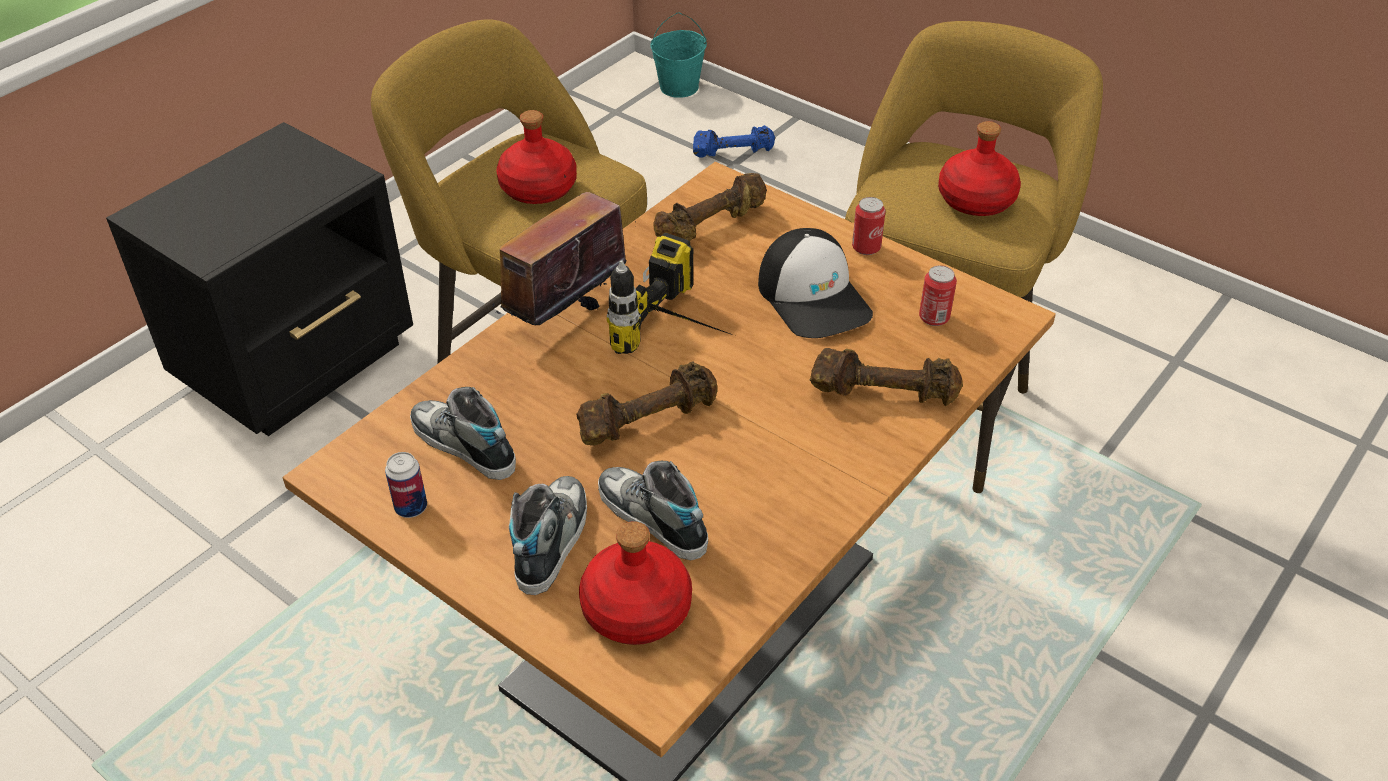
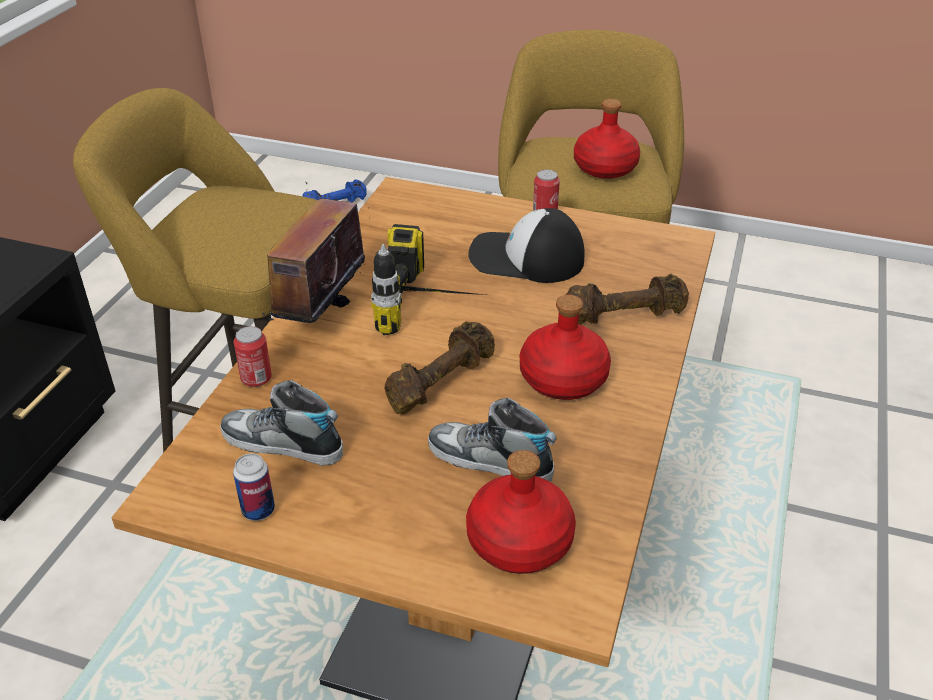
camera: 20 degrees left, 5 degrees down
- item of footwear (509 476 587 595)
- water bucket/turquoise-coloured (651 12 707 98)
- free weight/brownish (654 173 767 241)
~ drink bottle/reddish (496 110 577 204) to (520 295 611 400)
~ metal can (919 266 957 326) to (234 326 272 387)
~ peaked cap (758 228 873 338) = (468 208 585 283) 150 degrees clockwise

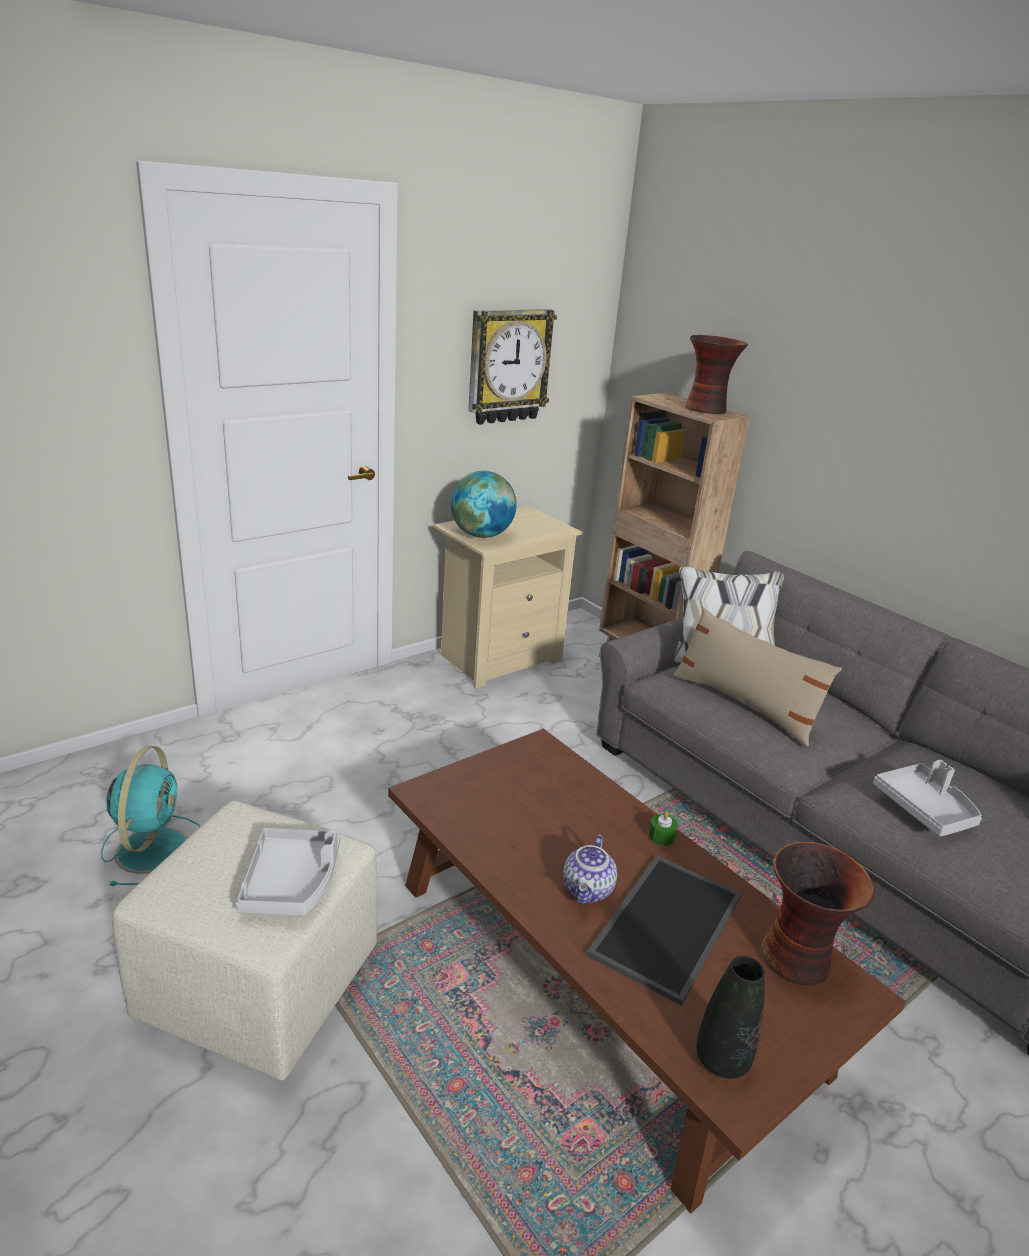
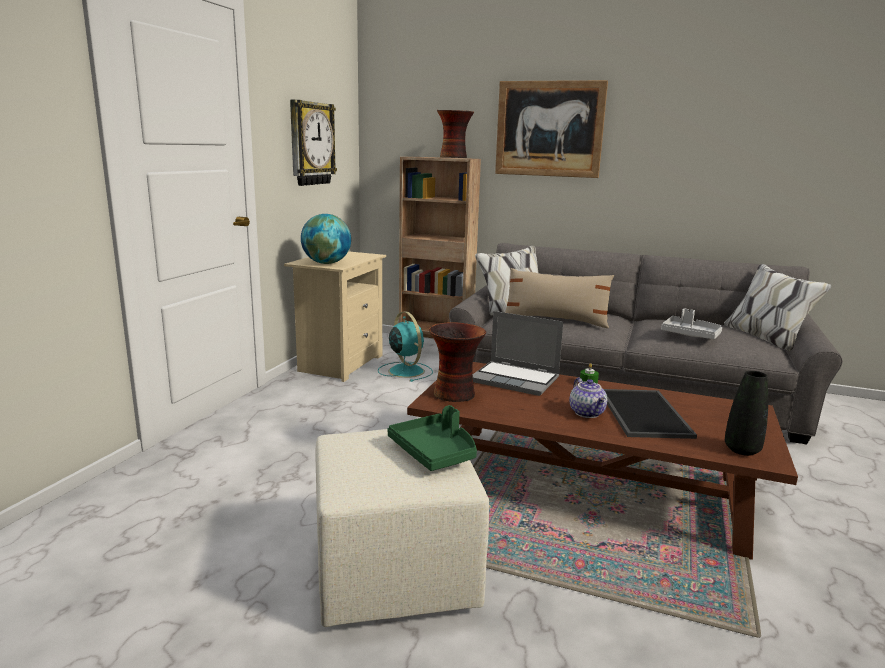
camera: 30 degrees left, 10 degrees down
+ notebook computer (473 311 564 396)
+ picture (495 80 608 178)
~ cooling fan/turquoise-coloured (101 746 201 886) to (378 312 433 382)
~ decorative vase (760 842 875 986) to (429 322 486 402)
~ tray/gray (236 828 341 915) to tray/green (388 405 477 471)

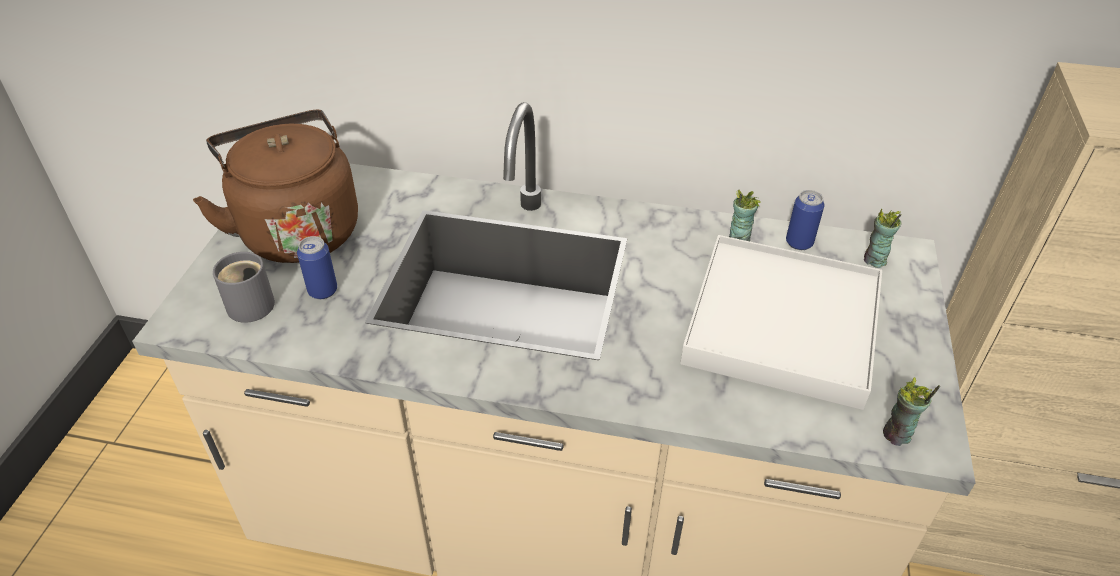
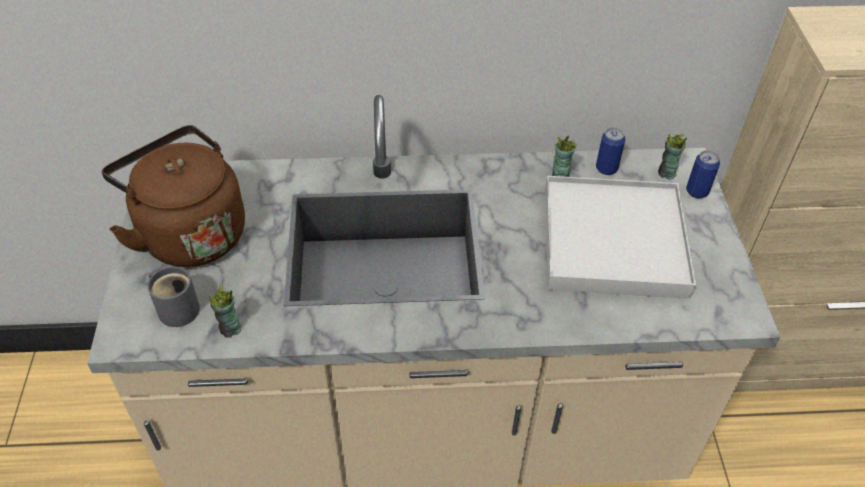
camera: 15 degrees left, 5 degrees up
~ metal can (297 236 337 299) to (686 150 720 199)
~ cup (883 377 940 446) to (208 286 241 338)

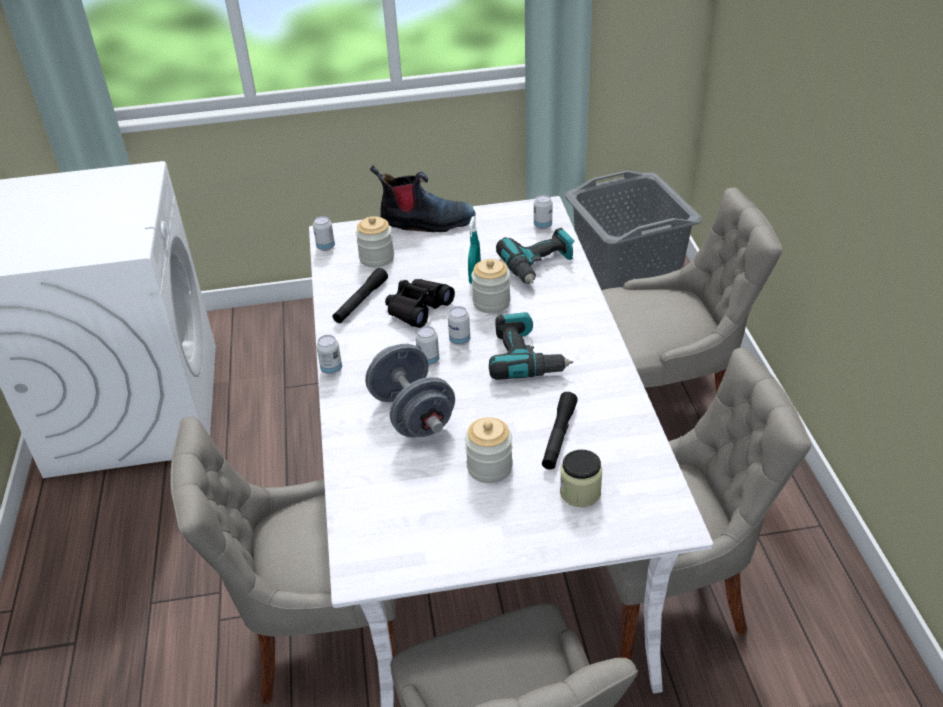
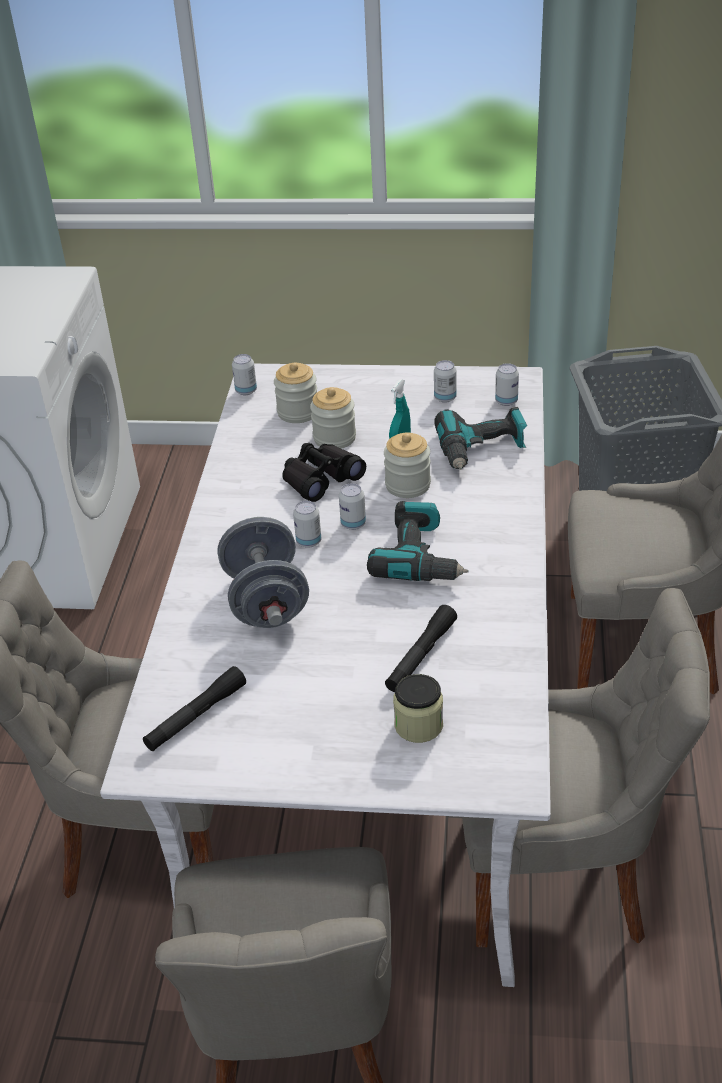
camera: 15 degrees right, 0 degrees up
- boot (370 165 476 232)
~ metal can (316 335 342 375) to (434 360 456 403)
~ flashlight/blackish (333 268 388 323) to (143 666 246 751)
~ jar (465 417 513 483) to (310 387 356 449)

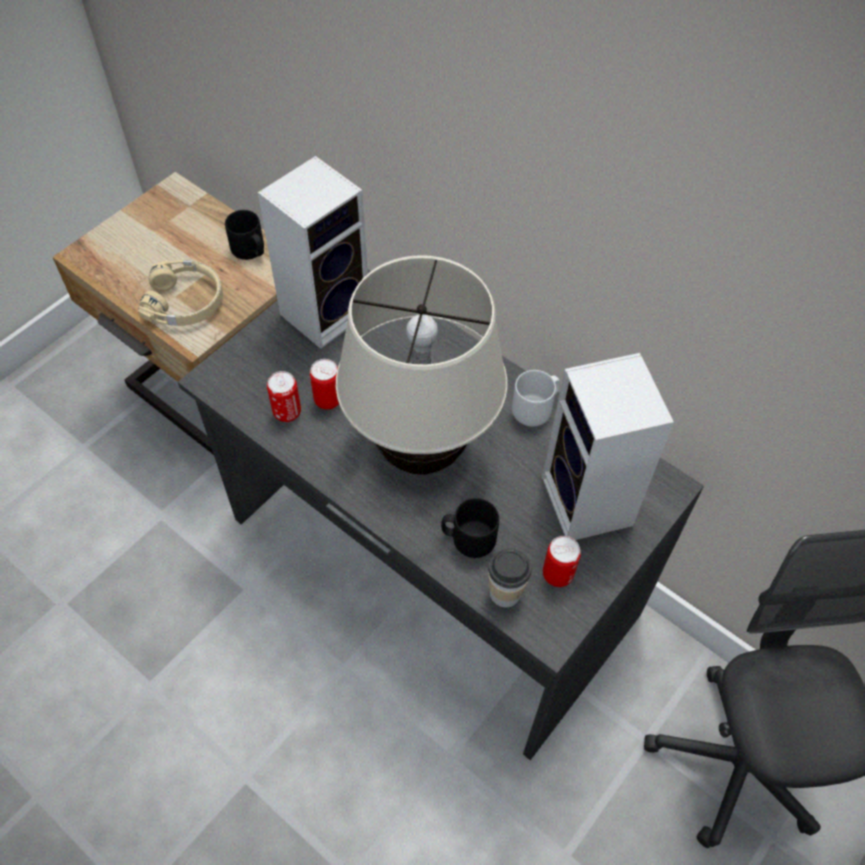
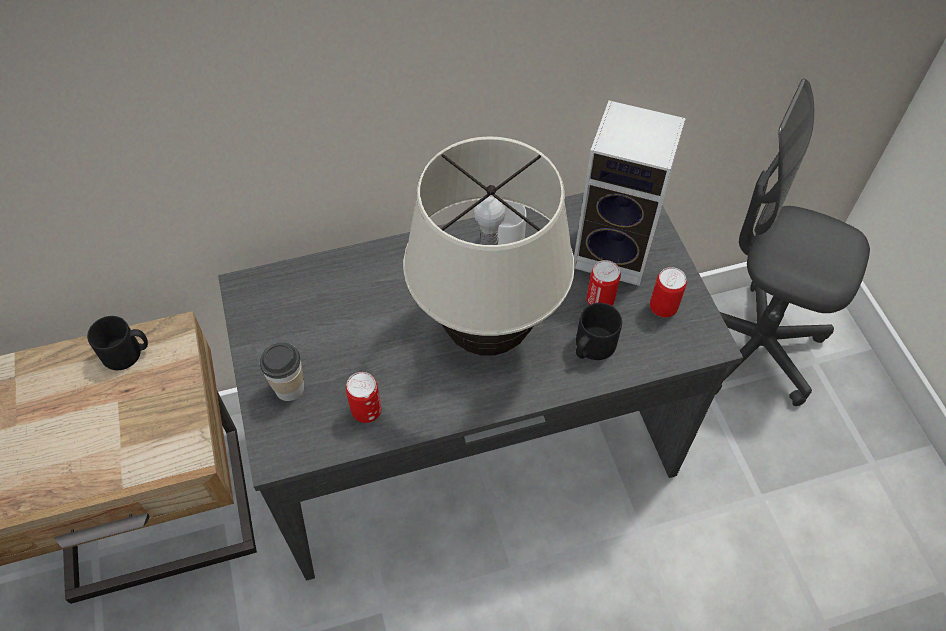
camera: 55 degrees left, 0 degrees up
- headphones/sand-coloured (138 260 223 326)
- audio speaker (258 156 368 349)
~ metal can (310 359 339 409) to (587 260 621 306)
~ cup (488 549 531 607) to (260 342 304 401)

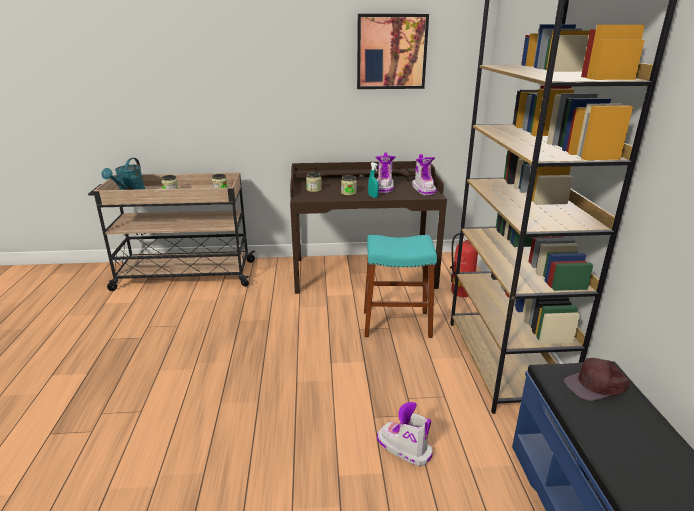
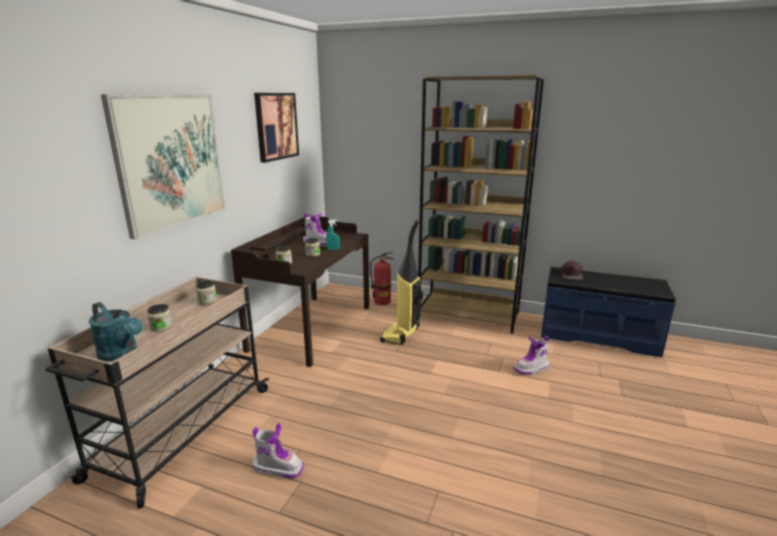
camera: 65 degrees left, 5 degrees down
+ picture (101 95 226 239)
~ boot (412 154 437 195) to (252 423 304 479)
~ stool/turquoise-coloured (364 235 437 338) to hoover (380 220 423 345)

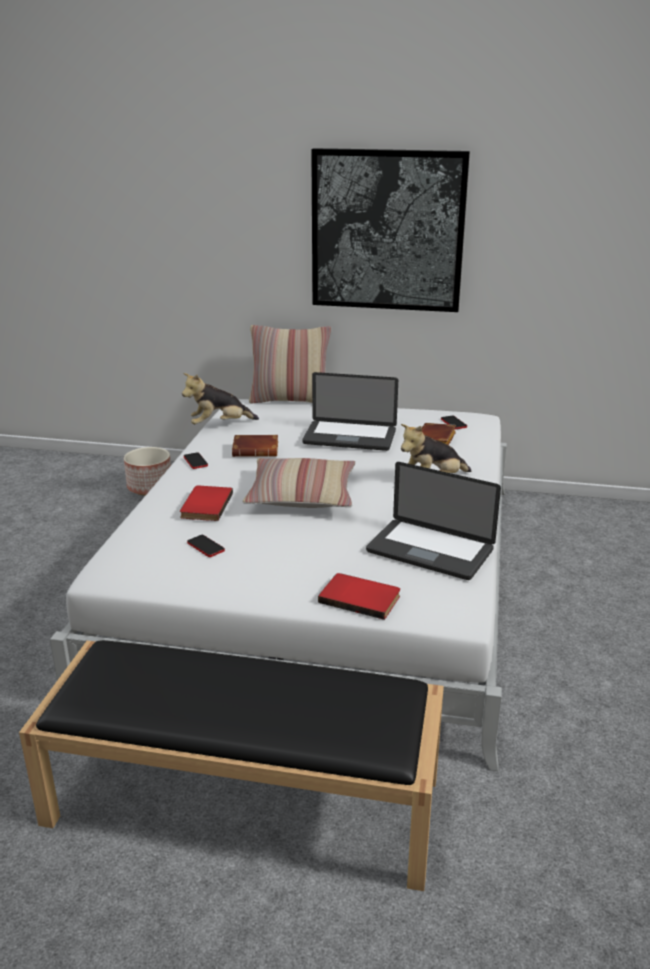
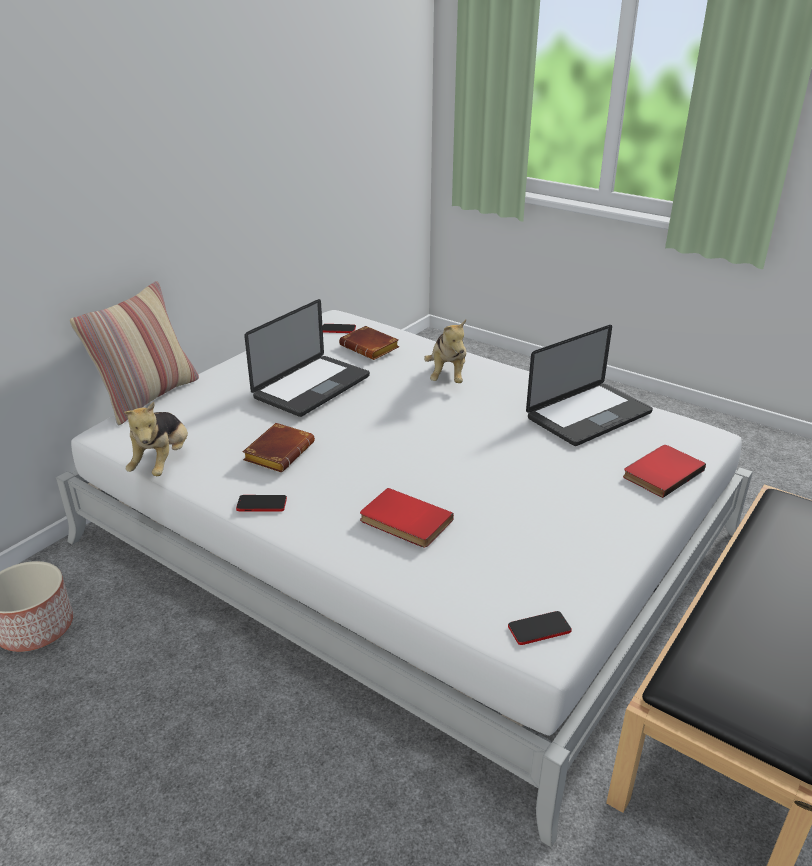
camera: 65 degrees left, 5 degrees up
- cushion (242 458 355 508)
- picture (311 148 470 312)
~ telephone (187 535 225 557) to (508 611 572 645)

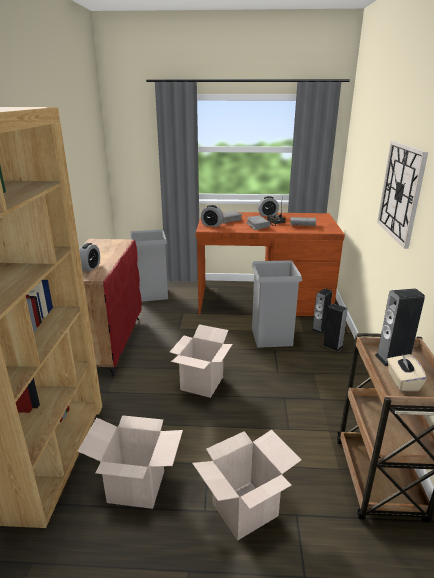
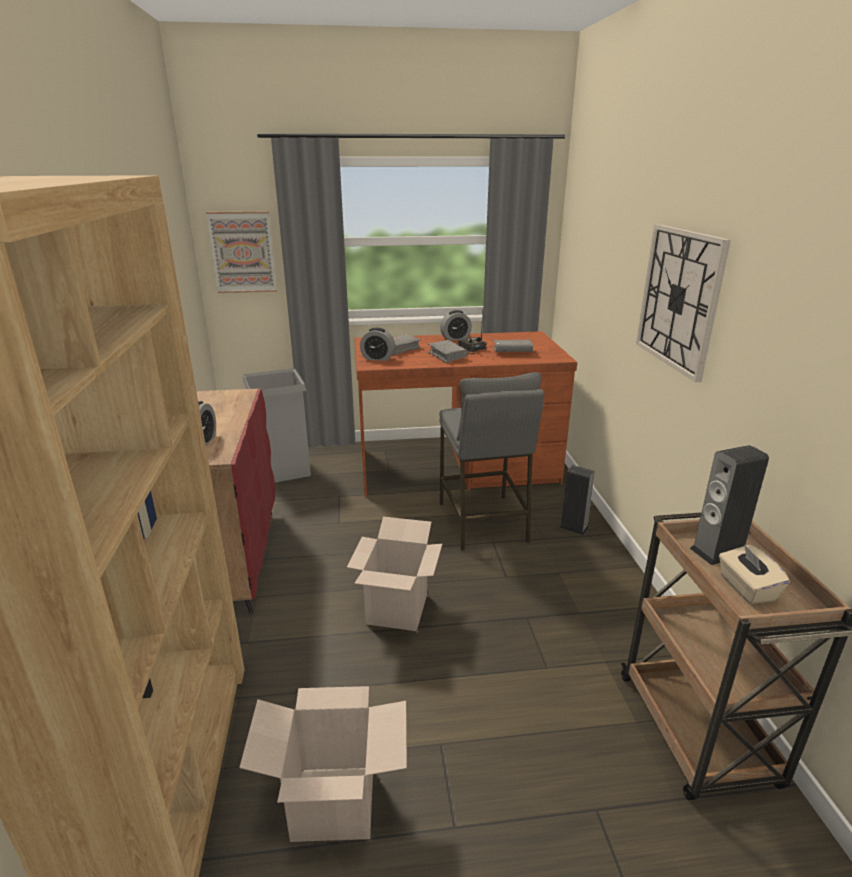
camera: 10 degrees left, 0 degrees up
- packing box (192 429 301 541)
- audio speaker (312 289 332 334)
+ picture (206 211 277 293)
~ rubbish bin/gray (252 260 302 348) to stool/gray (439 372 544 551)

